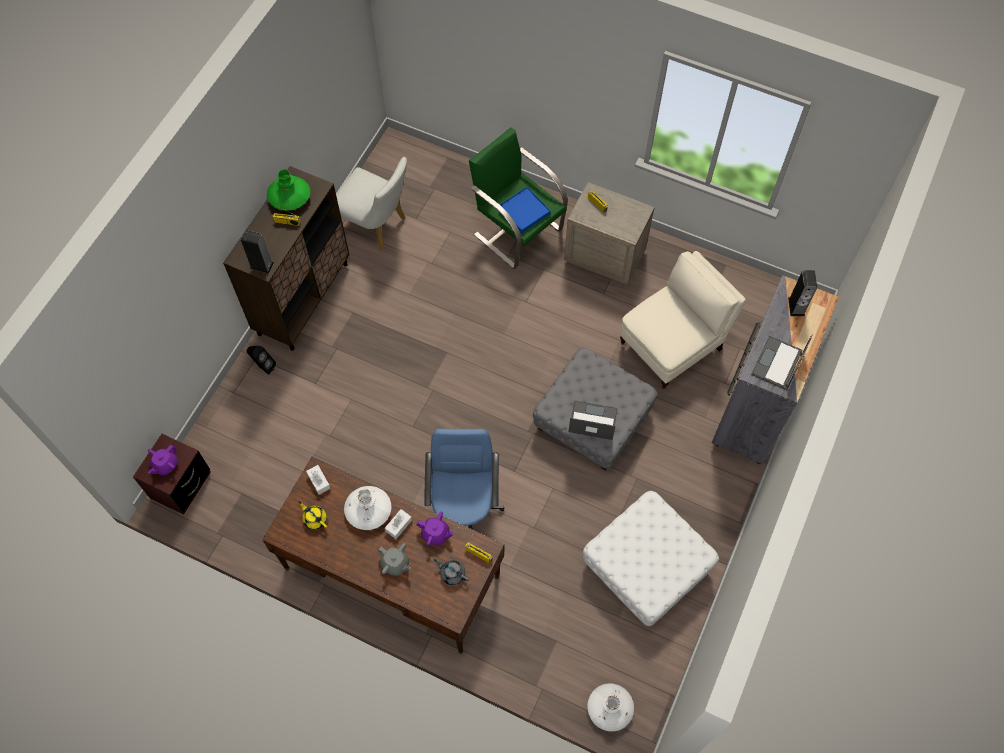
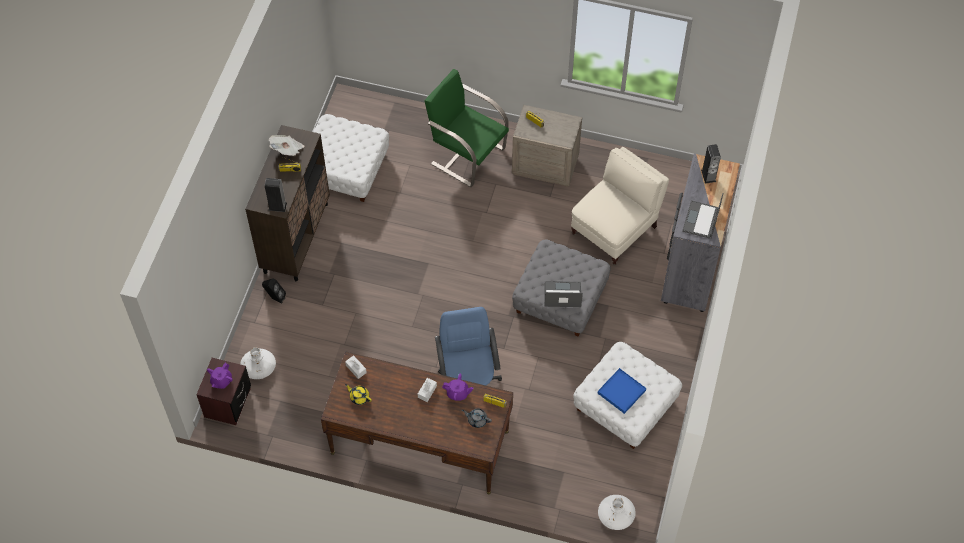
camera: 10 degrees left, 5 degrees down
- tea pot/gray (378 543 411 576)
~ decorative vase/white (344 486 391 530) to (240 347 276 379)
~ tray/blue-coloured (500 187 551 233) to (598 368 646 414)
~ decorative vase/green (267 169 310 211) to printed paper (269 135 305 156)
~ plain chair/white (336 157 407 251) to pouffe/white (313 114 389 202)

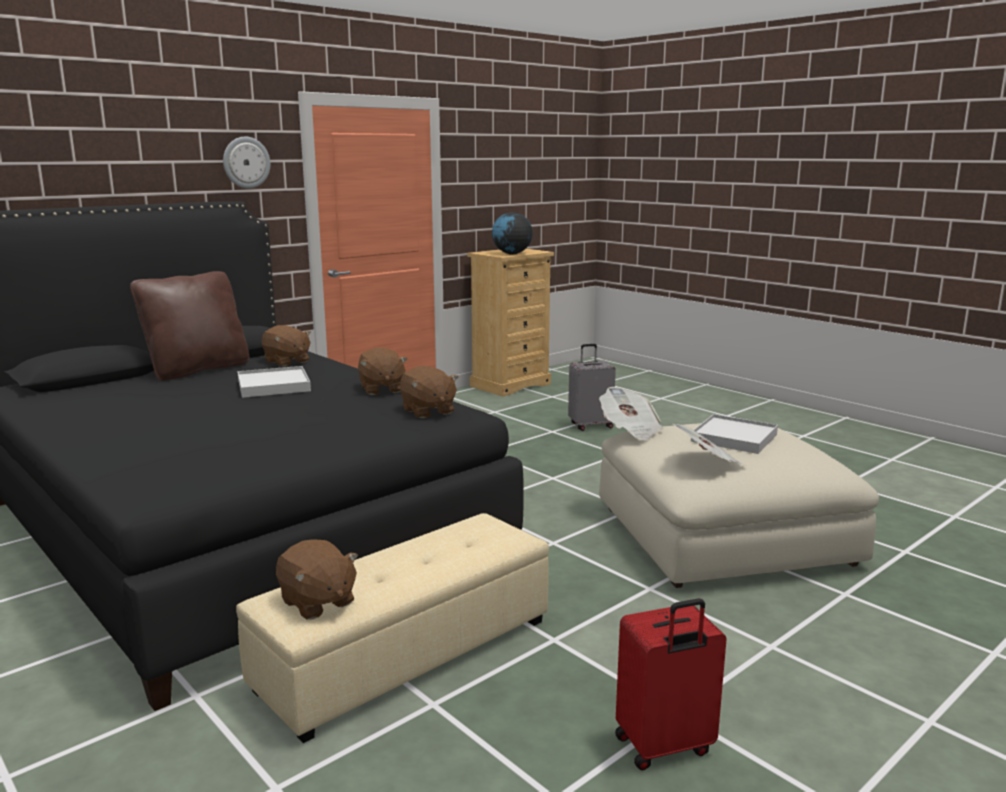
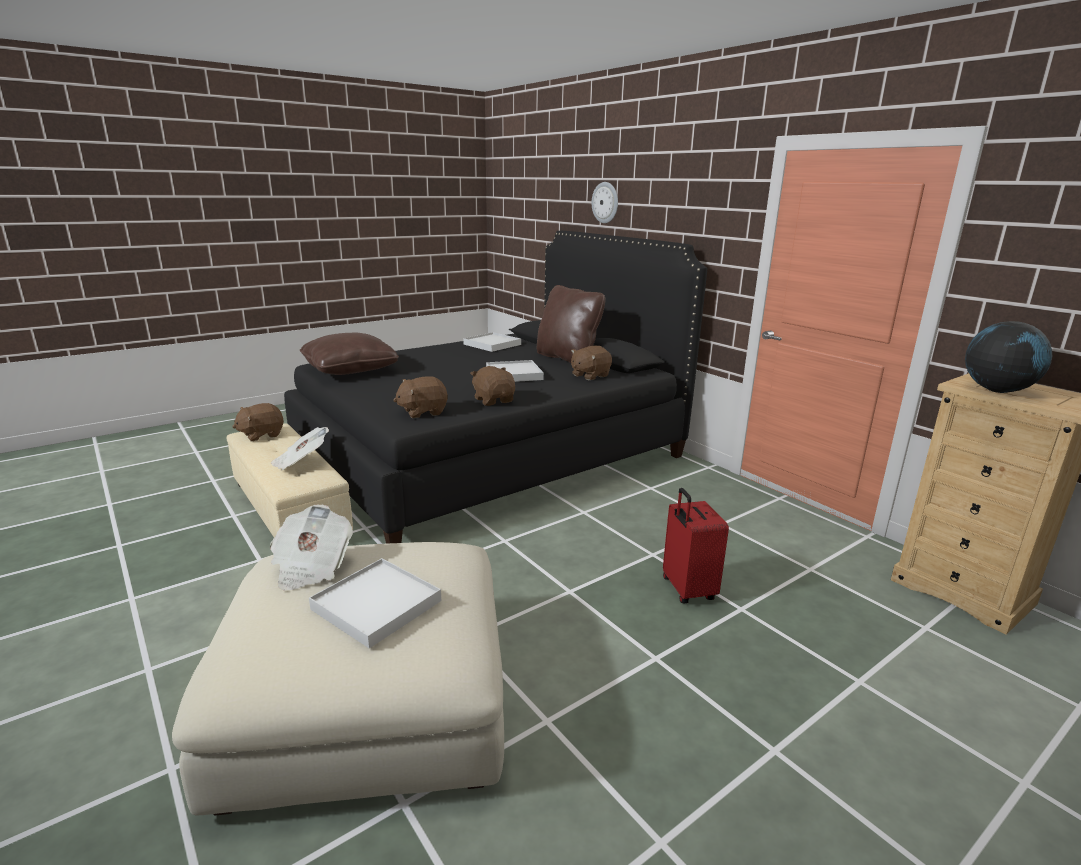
camera: 95 degrees right, 5 degrees up
- suitcase/gray (568 344 616 431)
+ cushion/brownish (300 332 399 375)
+ tray/white (463 332 521 352)
~ clock on the wall (223 137 270 189) to (592 182 618 223)
~ printed paper (599 387 663 441) to (271 427 329 470)
~ suitcase/reddish (615 598 726 770) to (663 488 729 603)
~ plush toy/brownish (358 347 407 395) = (470 366 515 406) 75 degrees clockwise

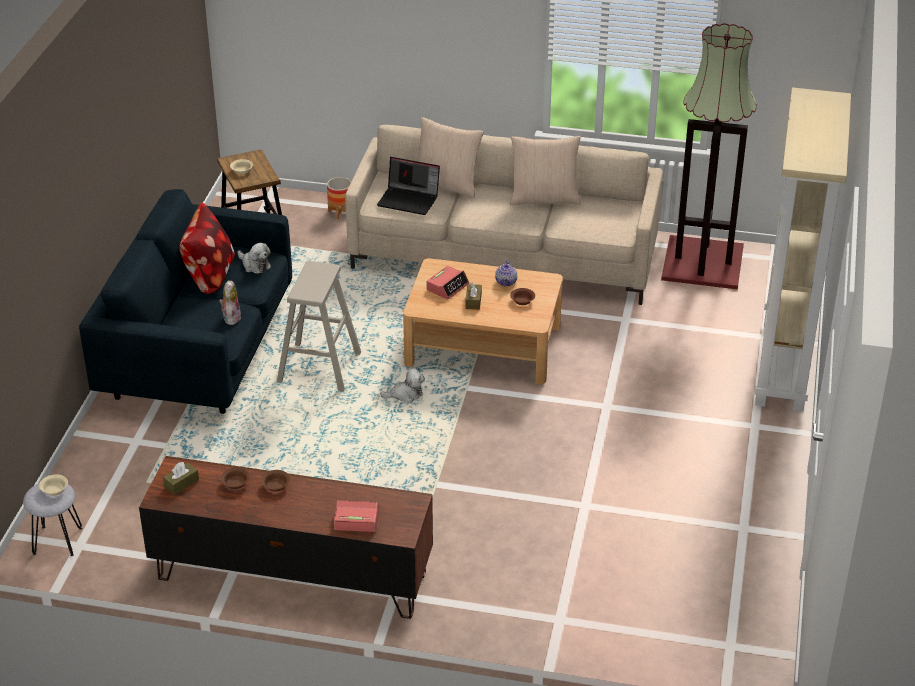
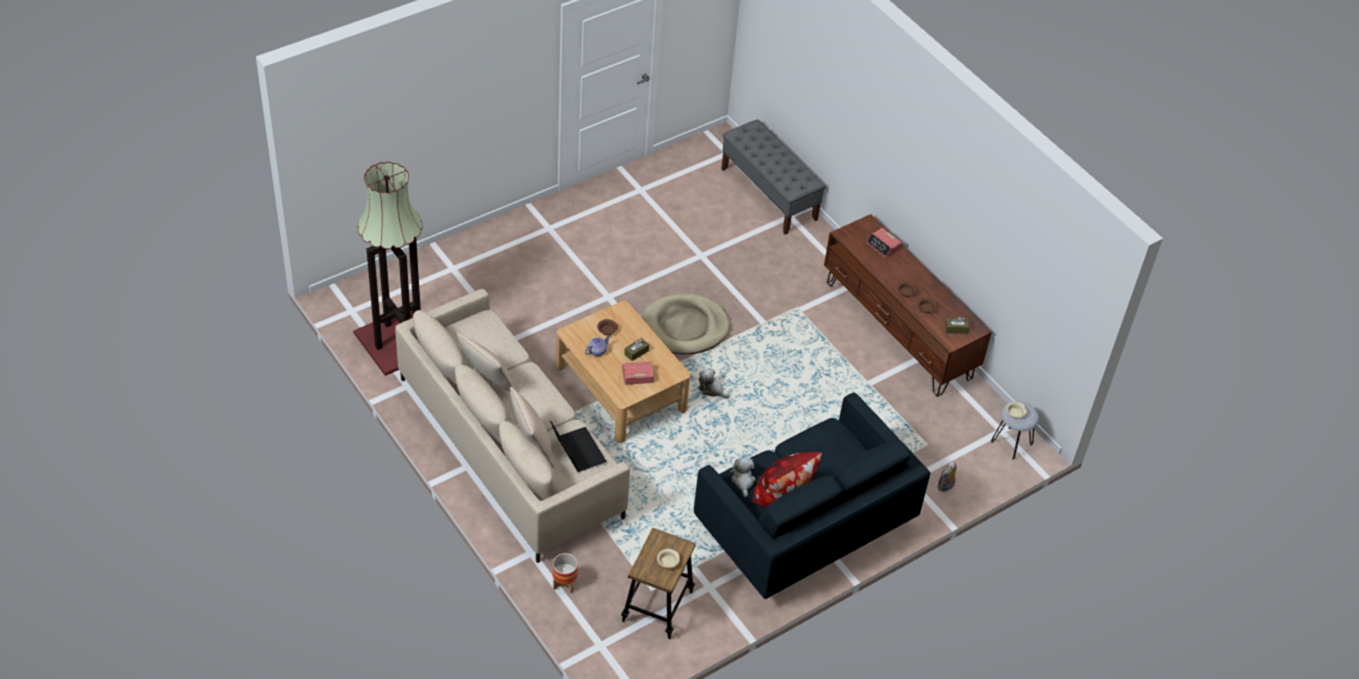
camera: 140 degrees left, 10 degrees up
- stool/sand-coloured (277 261 361 392)
- bookcase/sand-coloured (754 87 851 412)
+ dog cushion/sand-coloured (642 293 730 354)
+ long seat/gray (721 119 826 235)
~ plush toy (219 280 241 325) to (937 462 957 492)

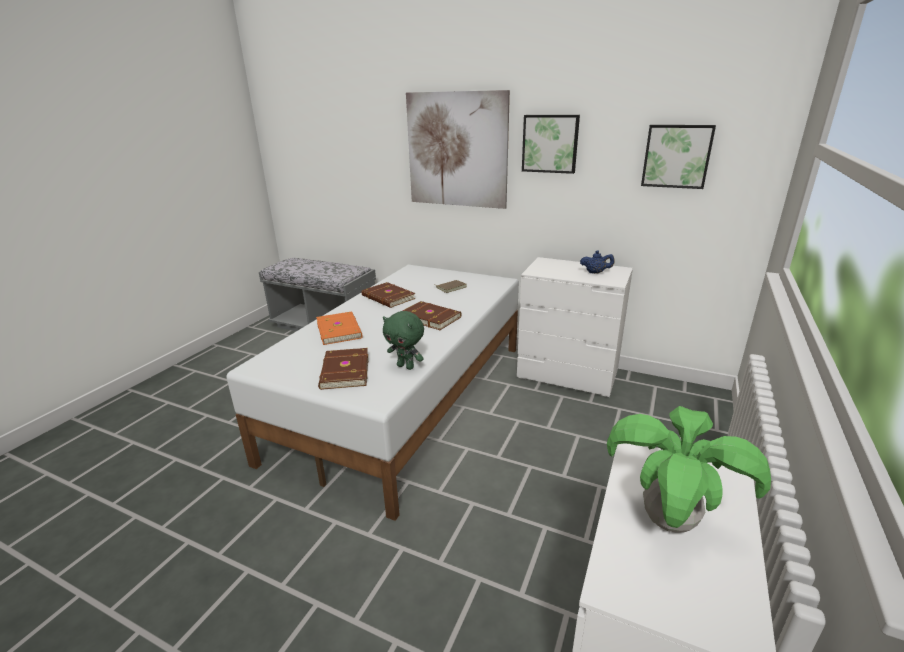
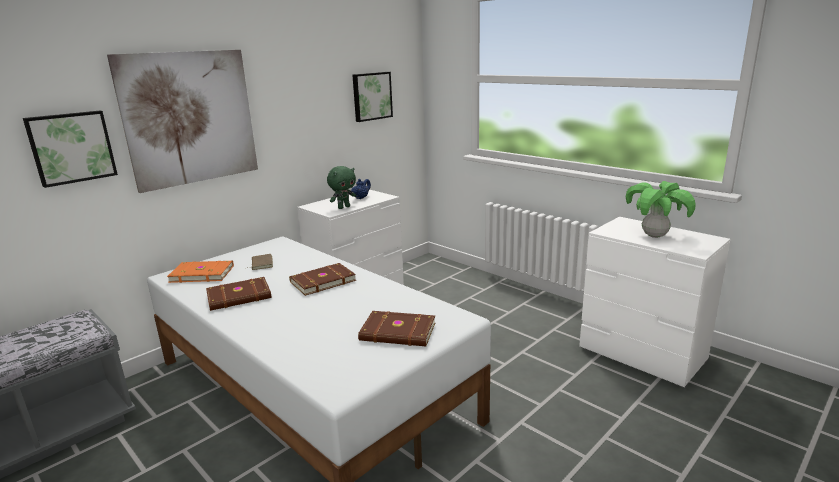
camera: 70 degrees left, 5 degrees down
~ volume/orange-coloured (316 312 363 345) to (167 261 234 283)
~ plush toy/green (383 311 424 370) to (327 166 356 209)
~ picture (522 115 580 174) to (23 111 118 188)

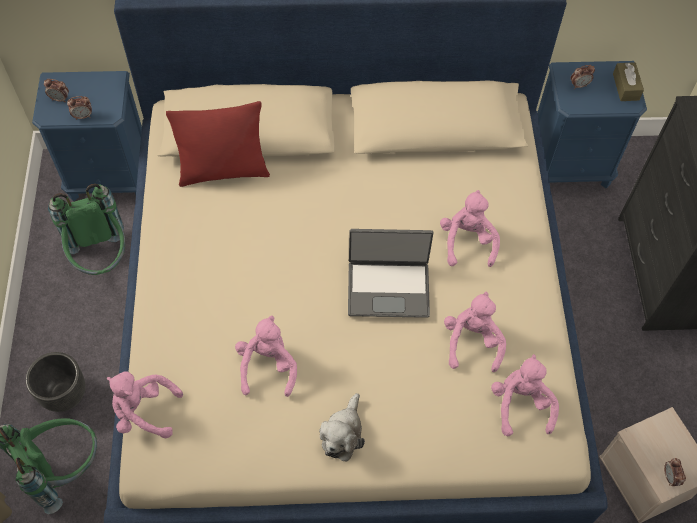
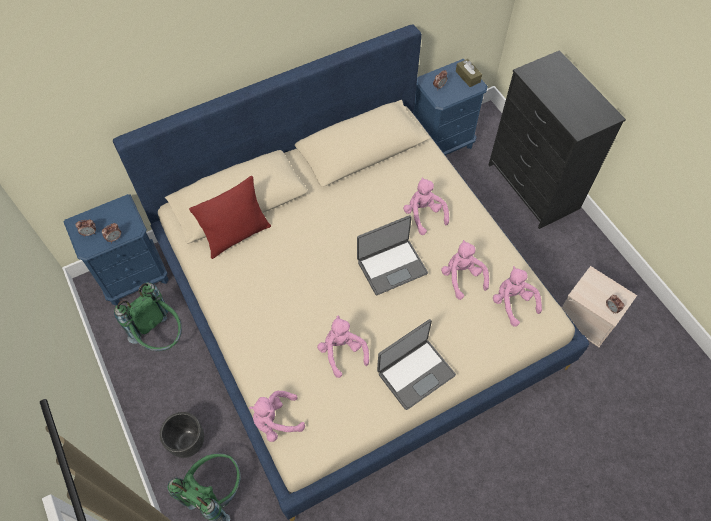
camera: 25 degrees left, 0 degrees up
~ plush toy (319 393 365 462) to notebook computer (377 319 456 410)

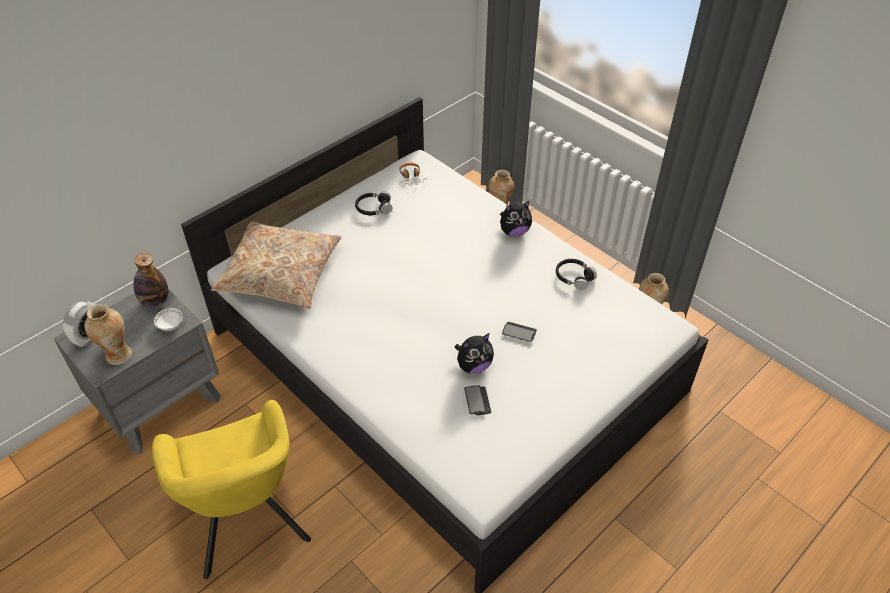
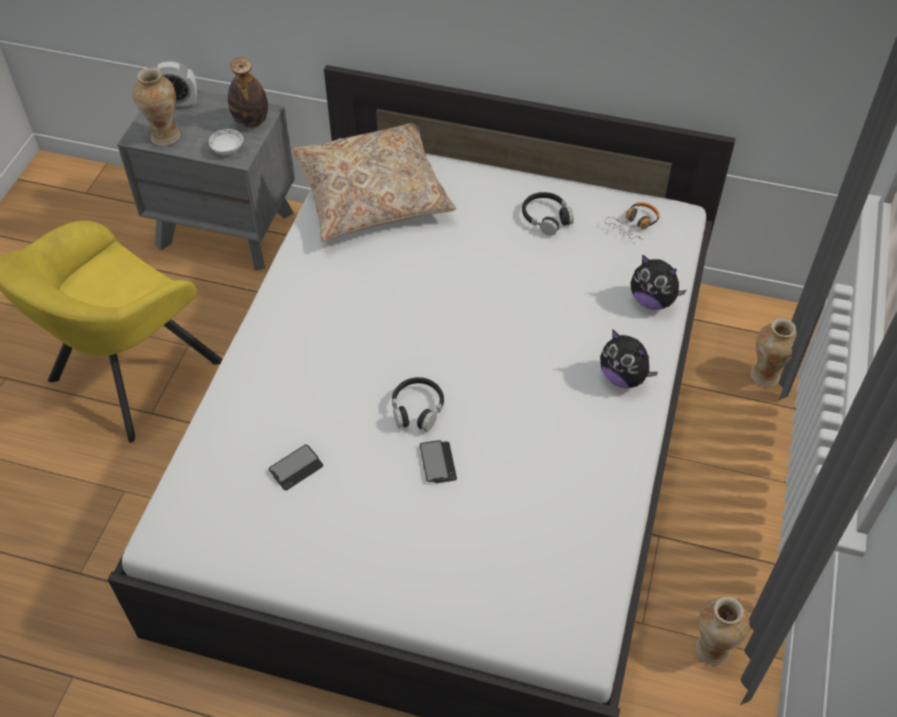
camera: 60 degrees right, 5 degrees up
~ plush toy (454 333 494 374) to (631 254 687 310)
~ headphones/blackish (556 259 597 290) to (392 377 444 431)

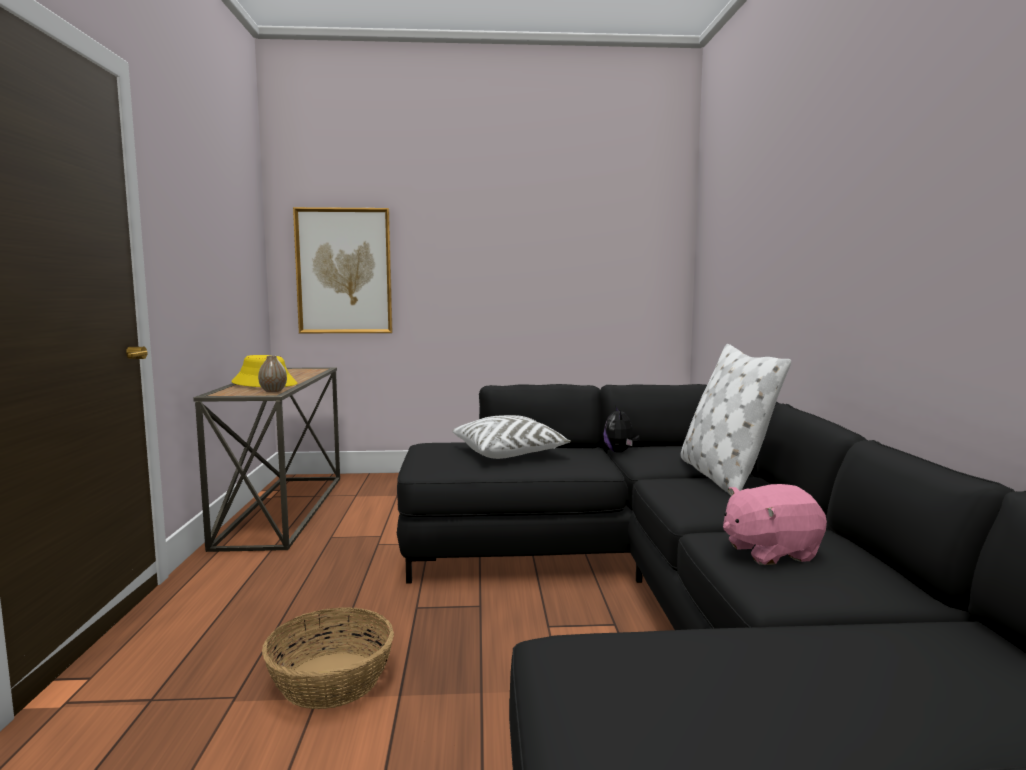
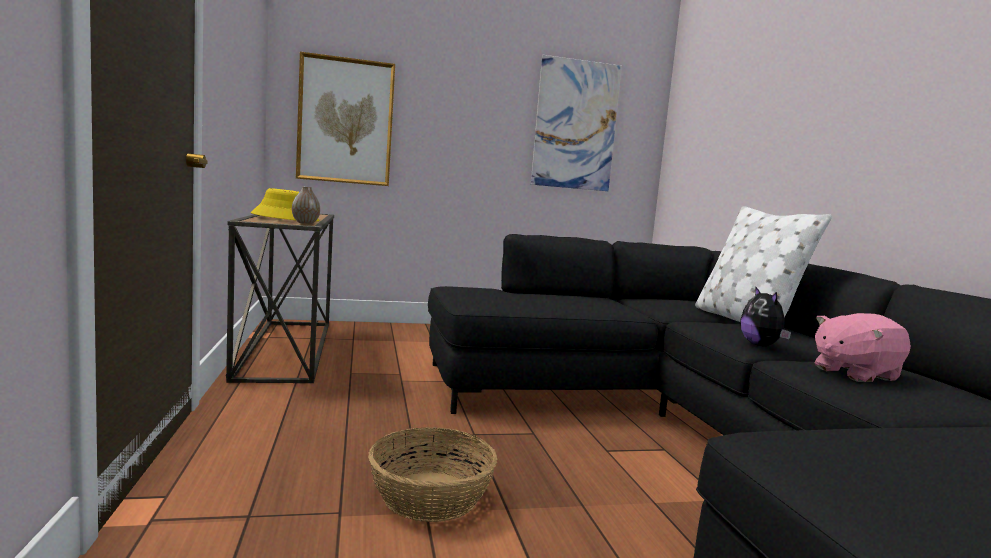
camera: 10 degrees left, 0 degrees up
- cushion/white (453 415 571 459)
+ picture (531 55 622 191)
~ plush toy (603 405 641 452) to (740 286 791 346)

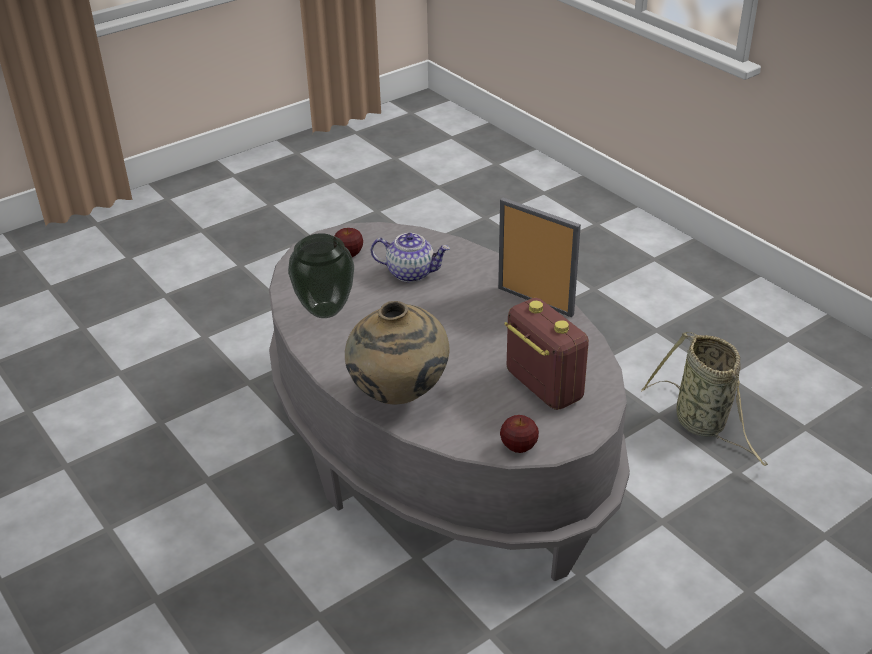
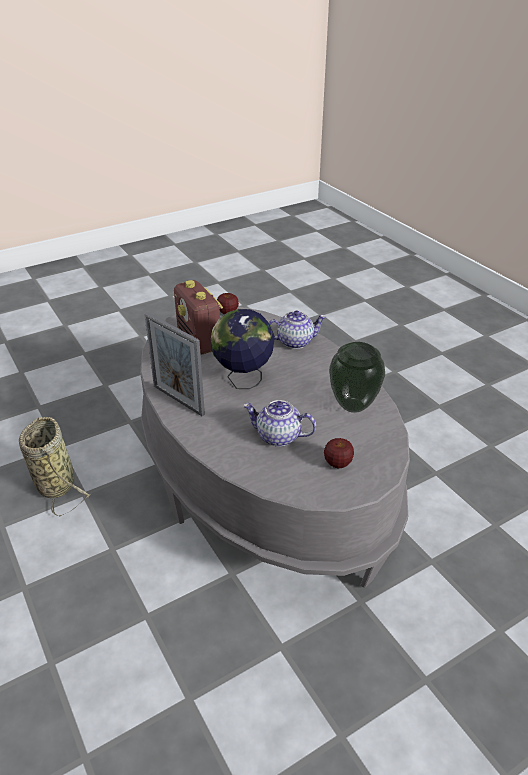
camera: 175 degrees left, 0 degrees up
+ desk globe (211 309 275 389)
~ decorative vase/sand-coloured (345 301 449 404) to tea pot (269 311 326 349)

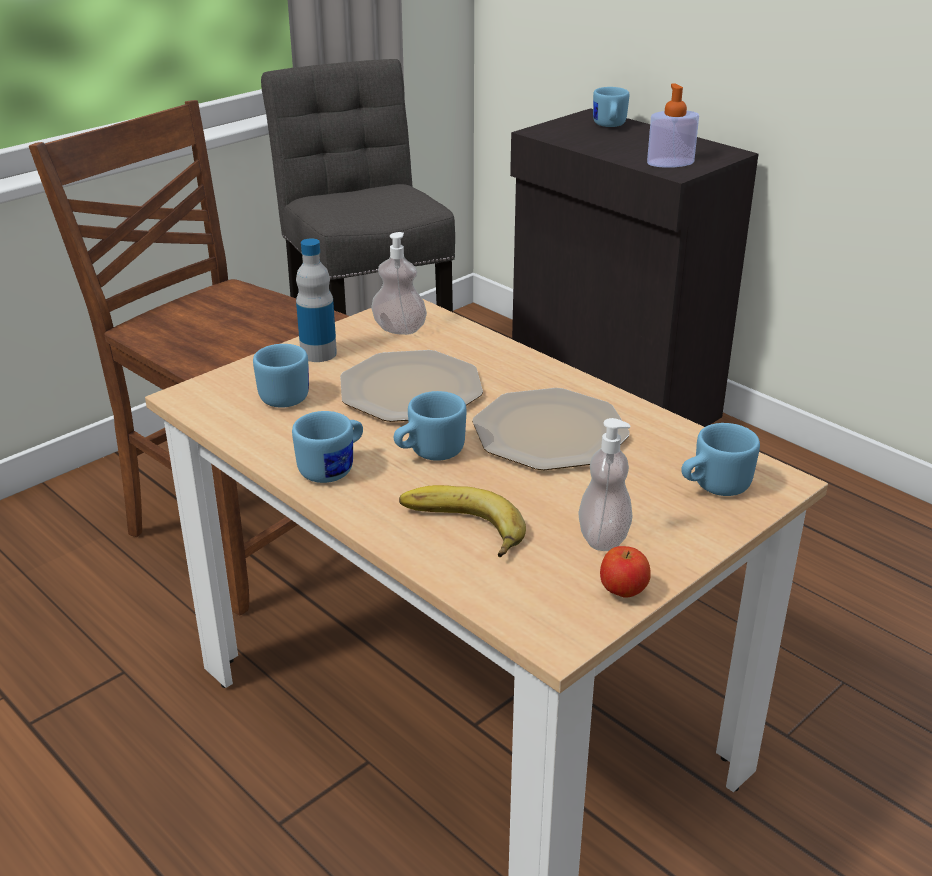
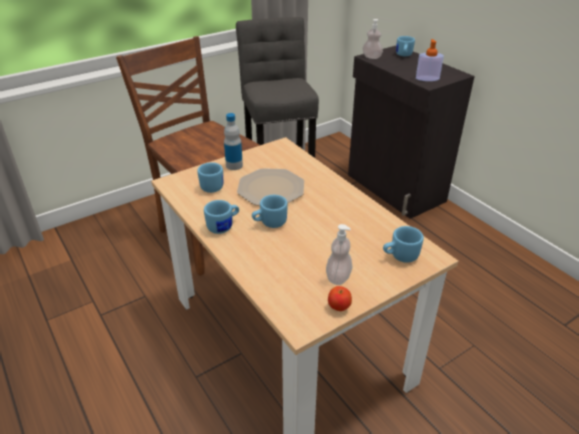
camera: 10 degrees right, 5 degrees up
- banana (399 485 526 557)
- plate (472 388 630 470)
~ liquid soap bottle (371 232 427 335) to (362 19 383 59)

